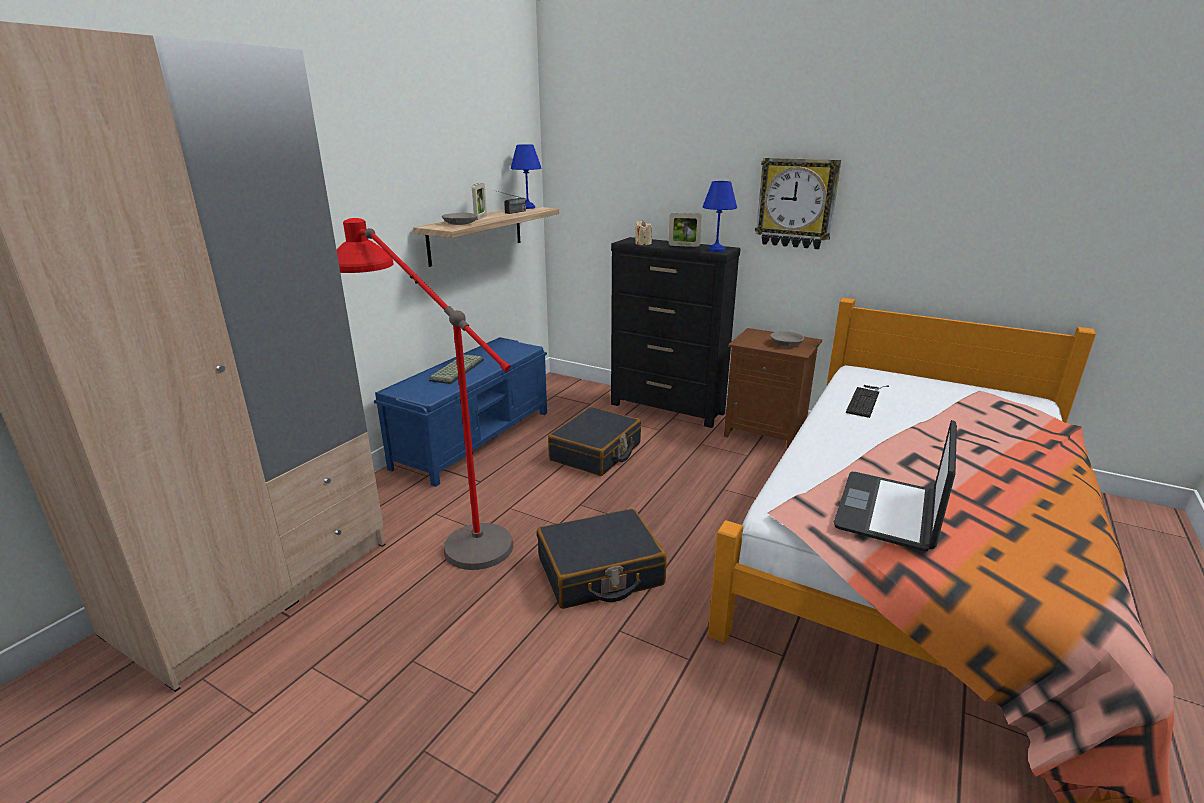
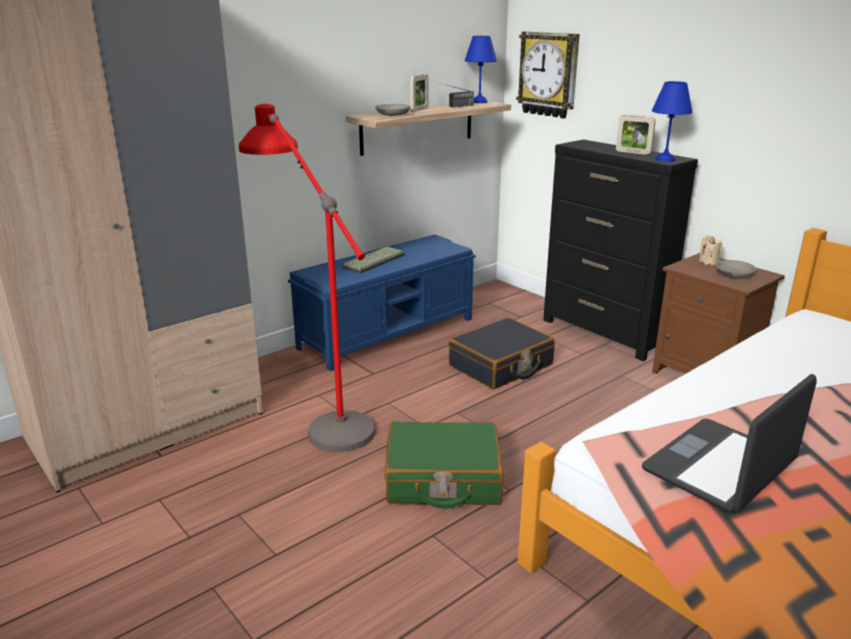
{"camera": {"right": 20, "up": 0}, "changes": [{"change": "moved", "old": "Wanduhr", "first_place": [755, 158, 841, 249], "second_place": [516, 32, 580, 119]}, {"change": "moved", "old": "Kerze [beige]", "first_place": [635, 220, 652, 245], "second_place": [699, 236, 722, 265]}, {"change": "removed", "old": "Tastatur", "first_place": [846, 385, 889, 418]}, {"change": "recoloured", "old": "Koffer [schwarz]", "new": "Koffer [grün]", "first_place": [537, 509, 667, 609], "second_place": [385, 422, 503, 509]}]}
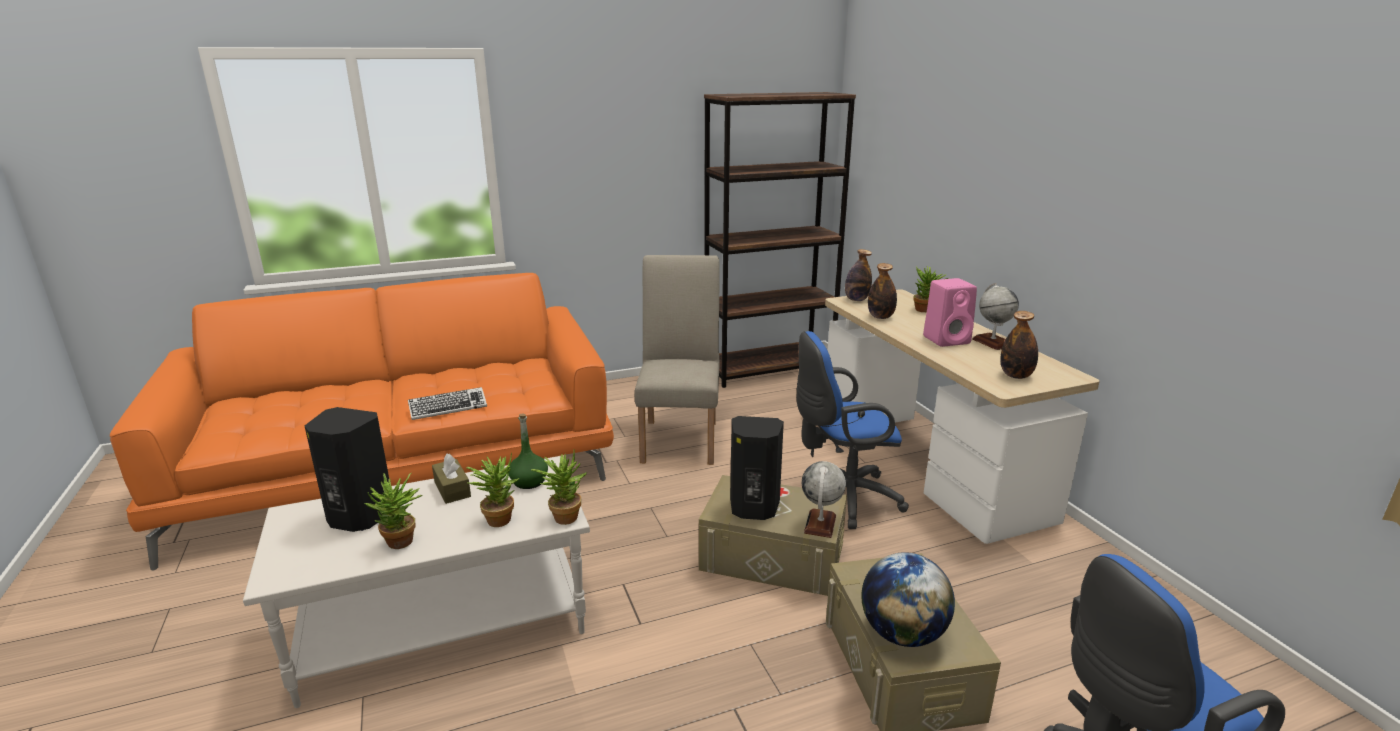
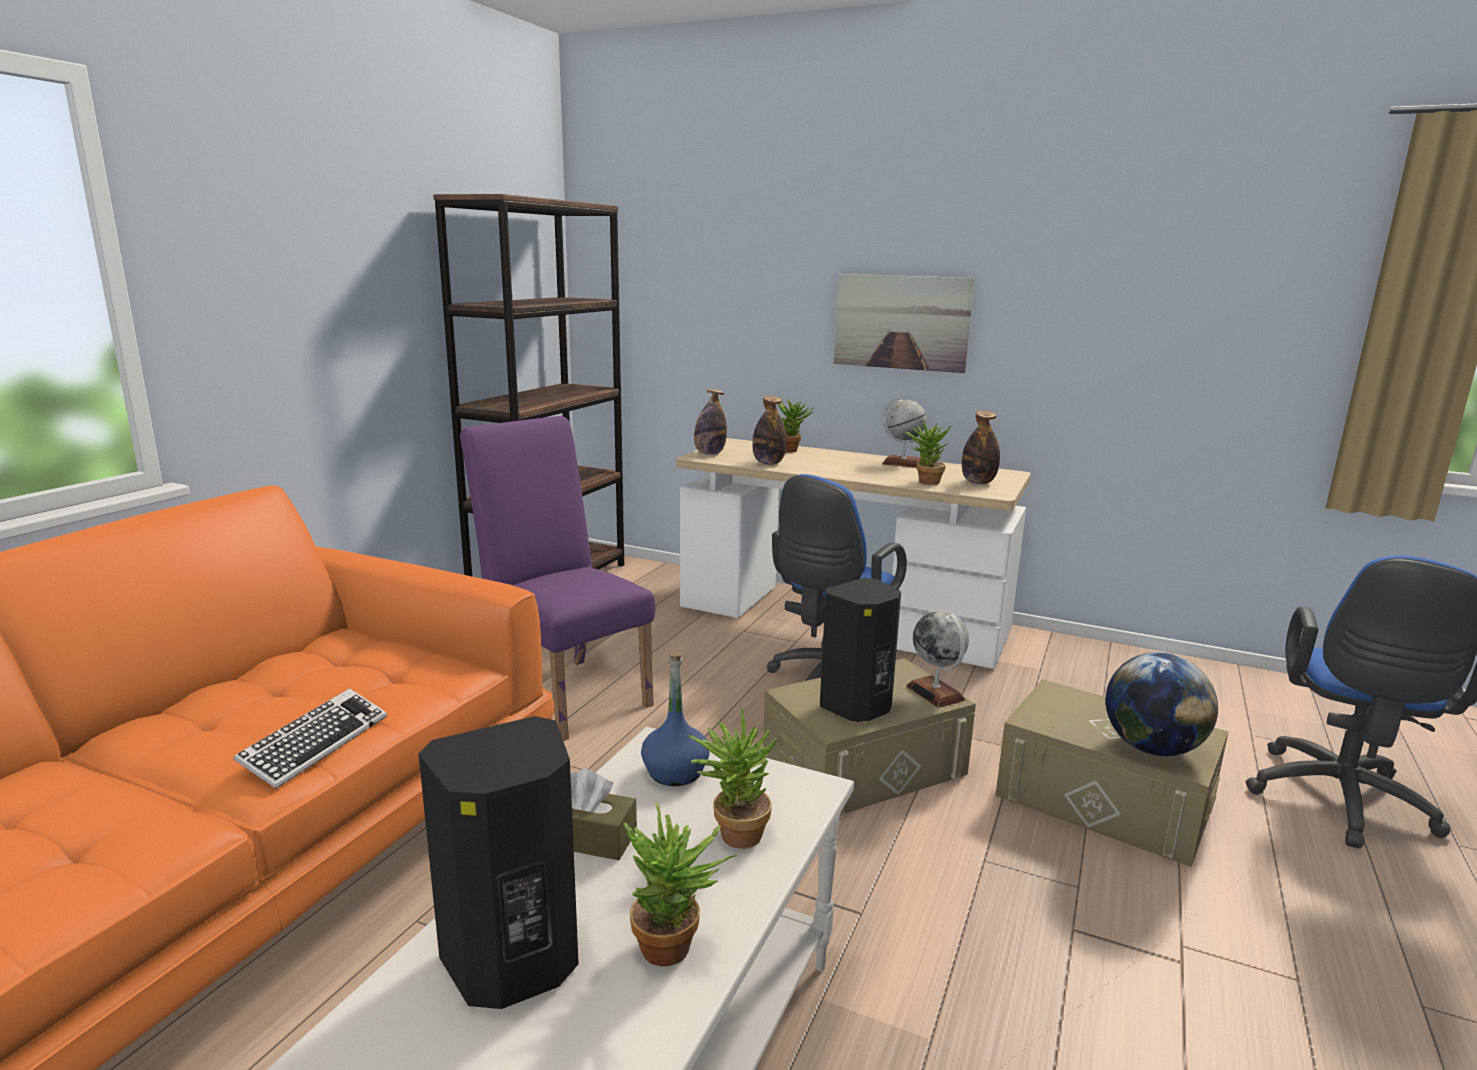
{"camera": {"right": -45, "up": -5}, "changes": [{"change": "recoloured", "old": "Stuhl [beige]", "new": "Stuhl [lila]", "first_place": [635, 255, 720, 465], "second_place": [460, 416, 655, 741]}, {"change": "removed", "old": "Lautsprecher [rosa]", "first_place": [923, 278, 977, 347]}, {"change": "recoloured", "old": "Flasche [grün]", "new": "Flasche [blau]", "first_place": [508, 414, 548, 489], "second_place": [641, 653, 710, 786]}, {"change": "moved", "old": "Topfpflanze", "first_place": [531, 452, 587, 525], "second_place": [904, 420, 952, 485]}, {"change": "added", "new": "Bild", "second_place": [834, 274, 974, 373]}]}
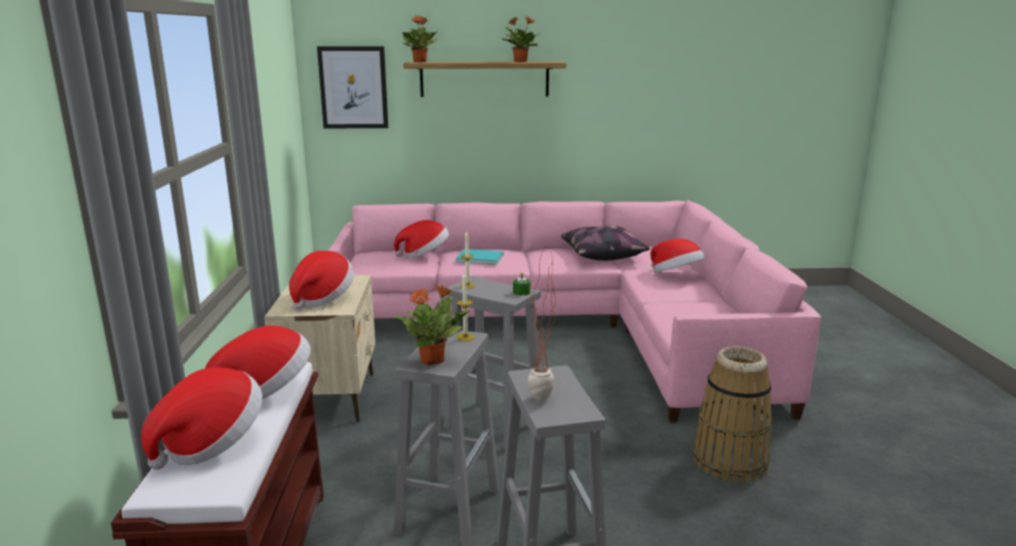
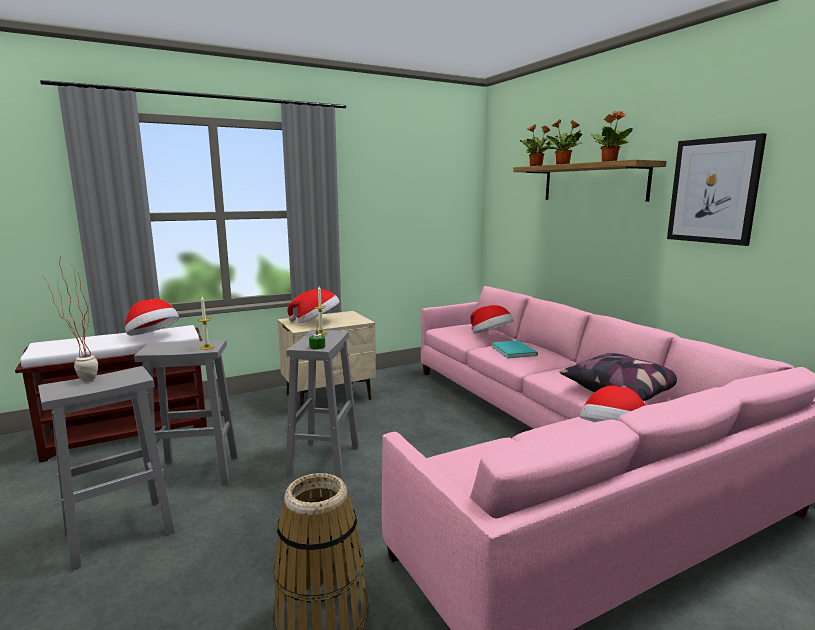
{"camera": {"right": 65, "up": -5}, "changes": [{"change": "moved", "old": "Bild", "first_place": [317, 46, 388, 129], "second_place": [667, 133, 767, 246]}, {"change": "moved", "old": "Topfpflanze", "first_place": [393, 284, 470, 366], "second_place": [547, 119, 583, 165]}, {"change": "removed", "old": "Hut", "first_place": [141, 367, 262, 470]}]}
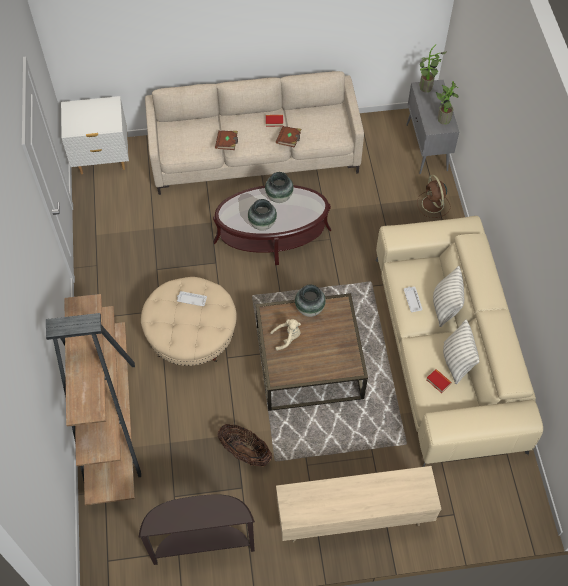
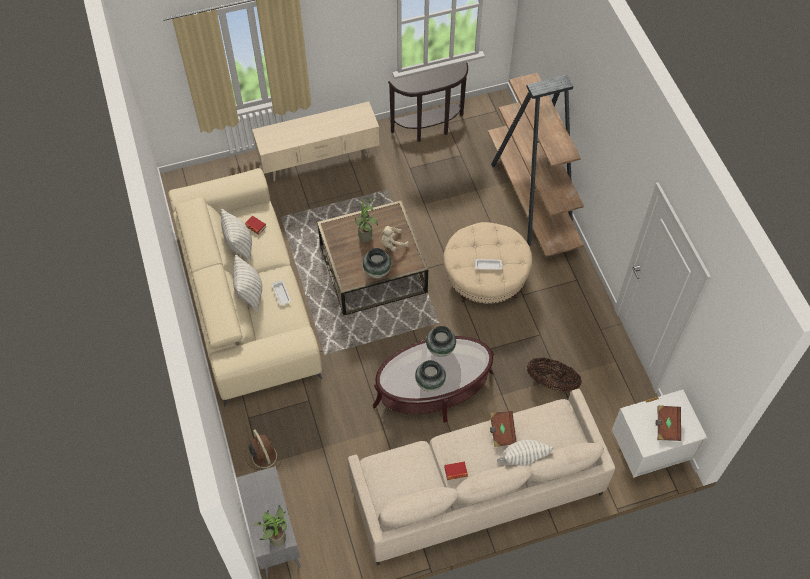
{"camera": {"right": 170, "up": 0}, "changes": [{"change": "moved", "old": "Topfpflanze", "first_place": [436, 81, 458, 125], "second_place": [355, 198, 378, 242]}, {"change": "moved", "old": "Buch [braun]", "first_place": [276, 126, 301, 148], "second_place": [656, 405, 681, 441]}, {"change": "moved", "old": "Korb", "first_place": [217, 424, 272, 467], "second_place": [527, 358, 582, 392]}, {"change": "added", "new": "Kissen", "second_place": [497, 440, 553, 466]}]}
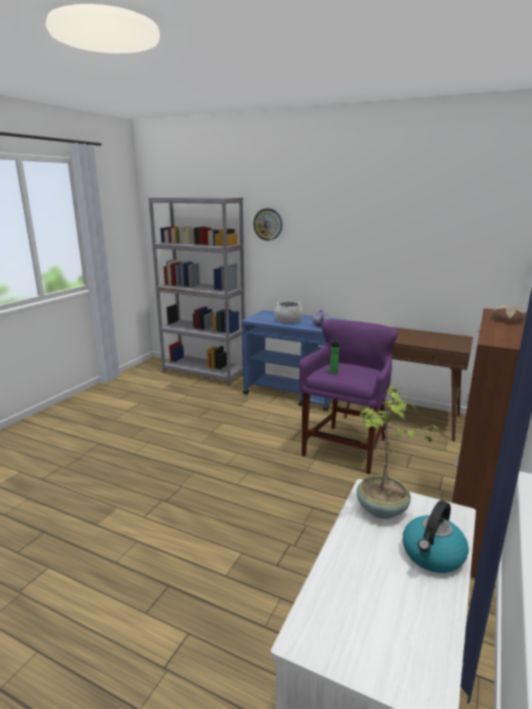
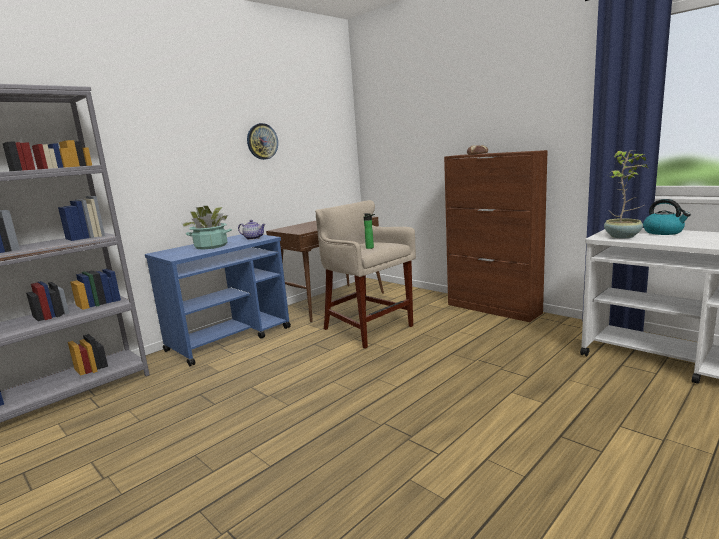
{"camera": {"right": -70, "up": -5}, "changes": [{"change": "moved", "old": "Wanduhr", "first_place": [253, 208, 282, 241], "second_place": [247, 123, 278, 160]}, {"change": "replaced", "old": "Kochtopf", "new": "Topfpflanze", "first_place": [275, 301, 303, 323], "second_place": [182, 206, 232, 250]}, {"change": "recoloured", "old": "Hocker [lila]", "new": "Hocker [beige]", "first_place": [299, 320, 398, 475], "second_place": [315, 200, 416, 349]}]}
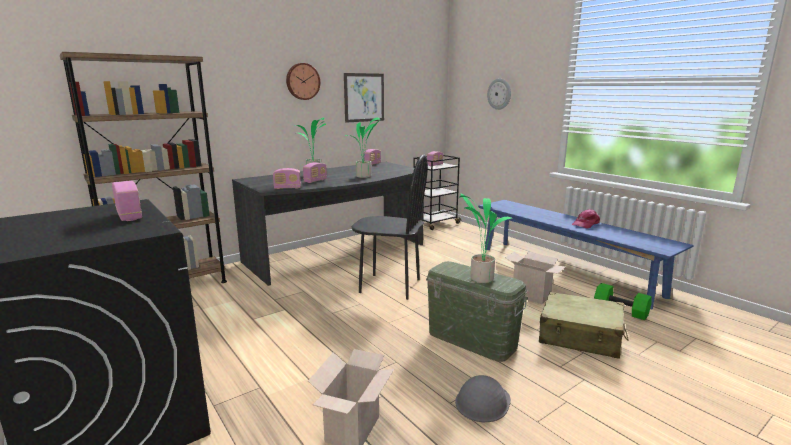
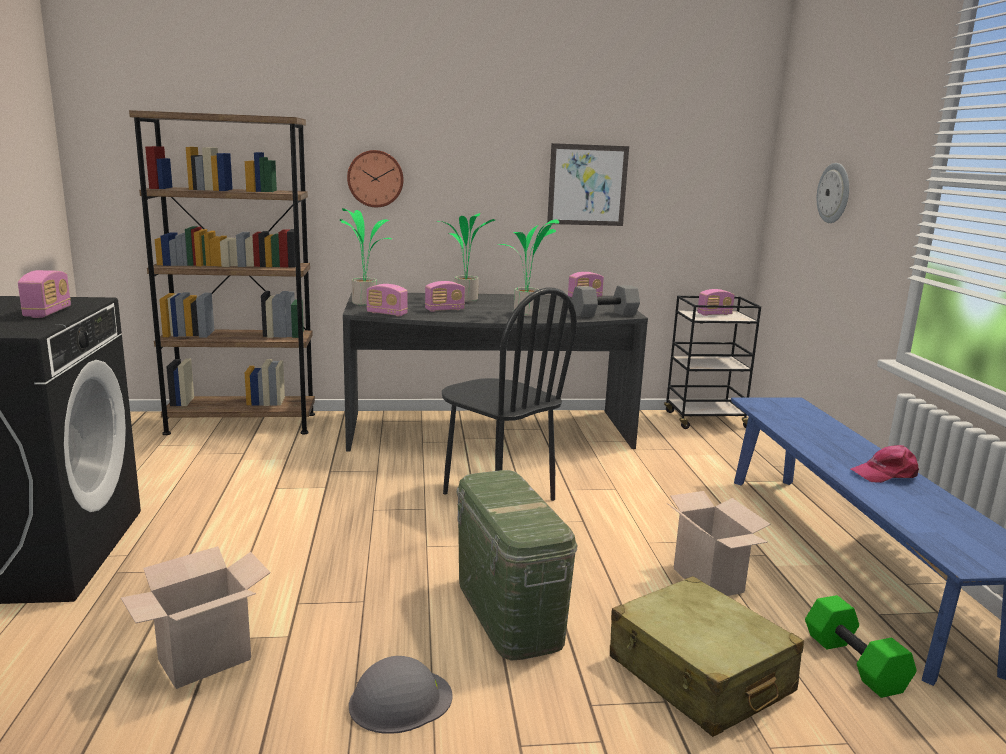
{"camera": {"right": 30, "up": 0}, "changes": [{"change": "moved", "old": "Wanduhr", "first_place": [286, 63, 320, 100], "second_place": [347, 150, 404, 207]}, {"change": "moved", "old": "Topfpflanze", "first_place": [459, 193, 511, 283], "second_place": [340, 208, 393, 306]}, {"change": "added", "new": "Hantel [grau]", "second_place": [572, 285, 640, 317]}]}
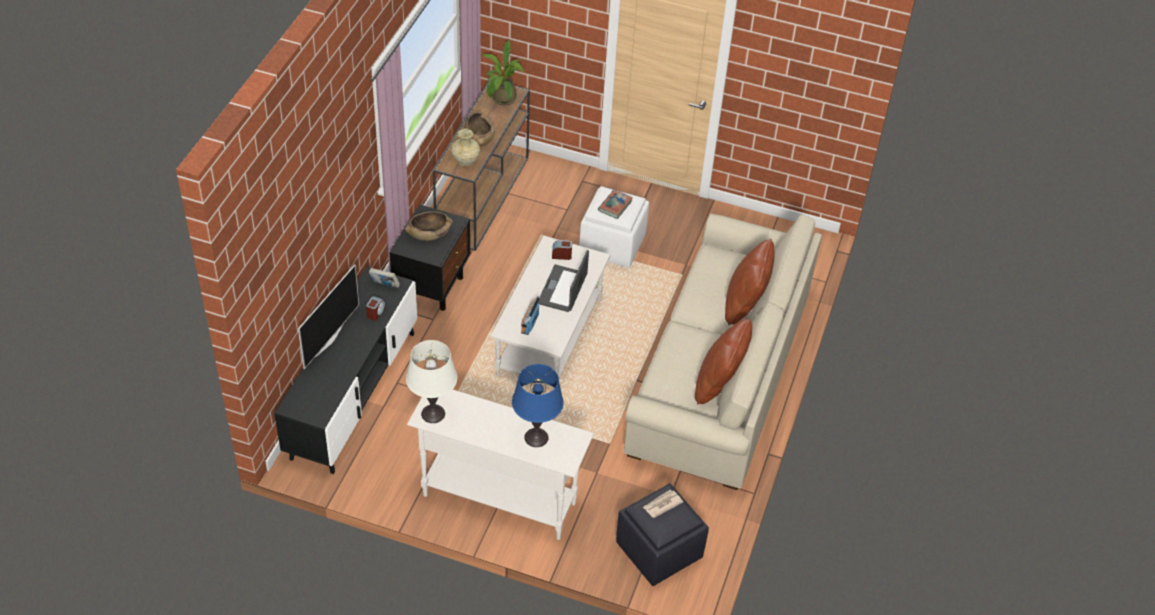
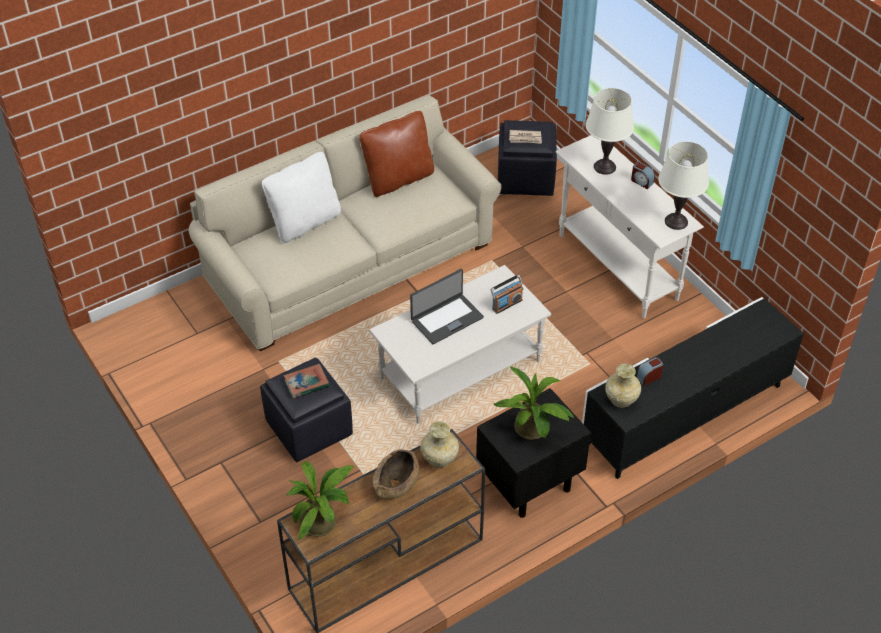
{"camera": {"right": -140, "up": 0}, "changes": [{"change": "recoloured", "old": "Polsterhocker [weiß]", "new": "Polsterhocker [schwarz]", "first_place": [579, 186, 649, 268], "second_place": [260, 358, 353, 462]}, {"change": "replaced", "old": "Schüssel [braun]", "new": "Topfpflanze", "first_place": [405, 211, 453, 241], "second_place": [493, 366, 574, 440]}, {"change": "recoloured", "old": "Kissen [braun]", "new": "Kissen [weiß]", "first_place": [725, 239, 775, 325], "second_place": [262, 152, 341, 244]}, {"change": "moved", "old": "Wecker", "first_place": [552, 240, 572, 260], "second_place": [631, 162, 655, 189]}, {"change": "removed", "old": "Fernseher", "first_place": [298, 264, 359, 369]}, {"change": "replaced", "old": "Buch", "new": "Vase [beige]", "first_place": [369, 268, 400, 288], "second_place": [605, 364, 641, 408]}, {"change": "recoloured", "old": "Tischlampe [blau]", "new": "Tischlampe [weiß]", "first_place": [512, 364, 564, 447], "second_place": [586, 88, 634, 175]}]}
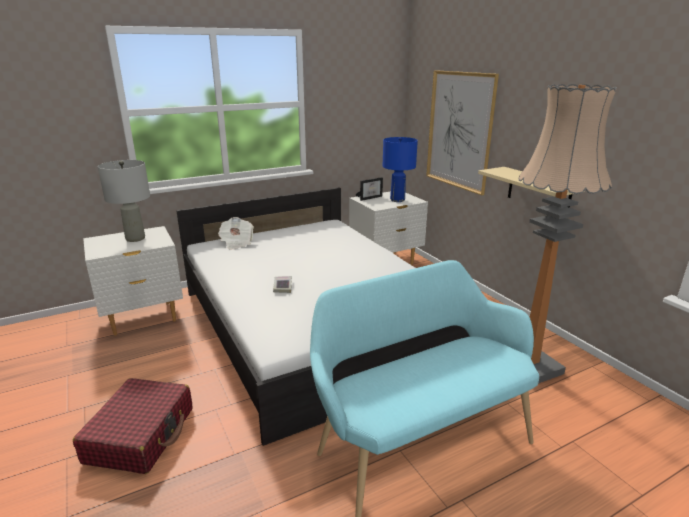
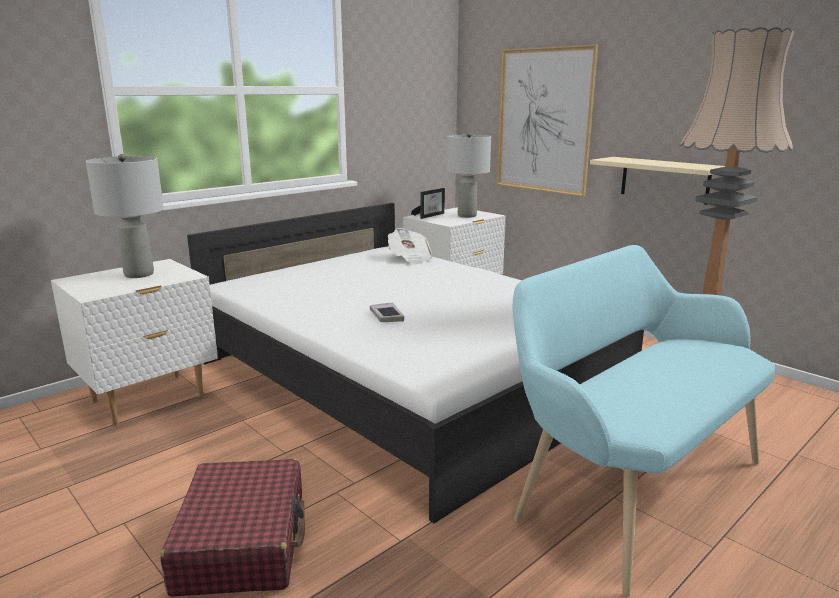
{"camera": {"right": -15, "up": -5}, "changes": [{"change": "recoloured", "old": "Tischlampe [blau]", "new": "Tischlampe [grau]", "first_place": [383, 137, 418, 202], "second_place": [447, 132, 491, 218]}, {"change": "moved", "old": "Zeitung", "first_place": [218, 217, 254, 250], "second_place": [388, 228, 432, 265]}]}
